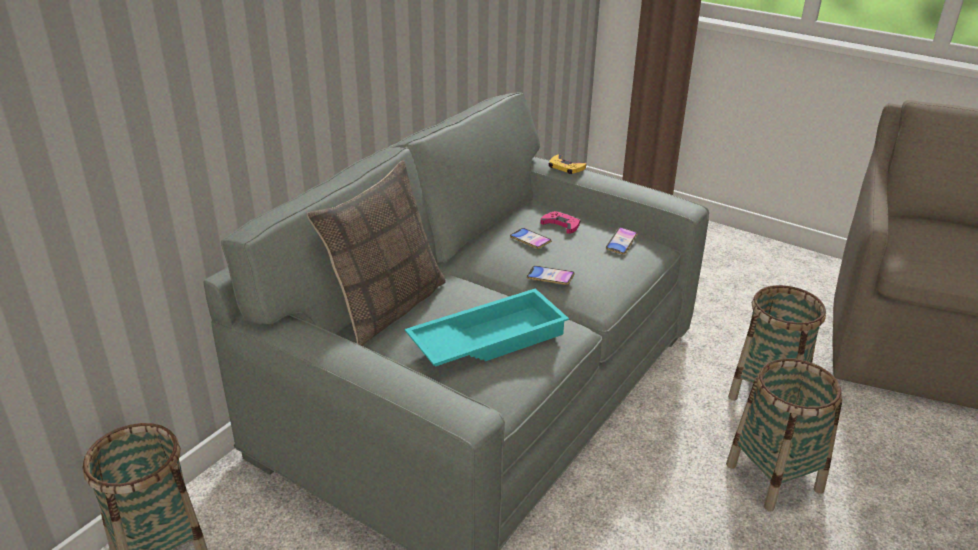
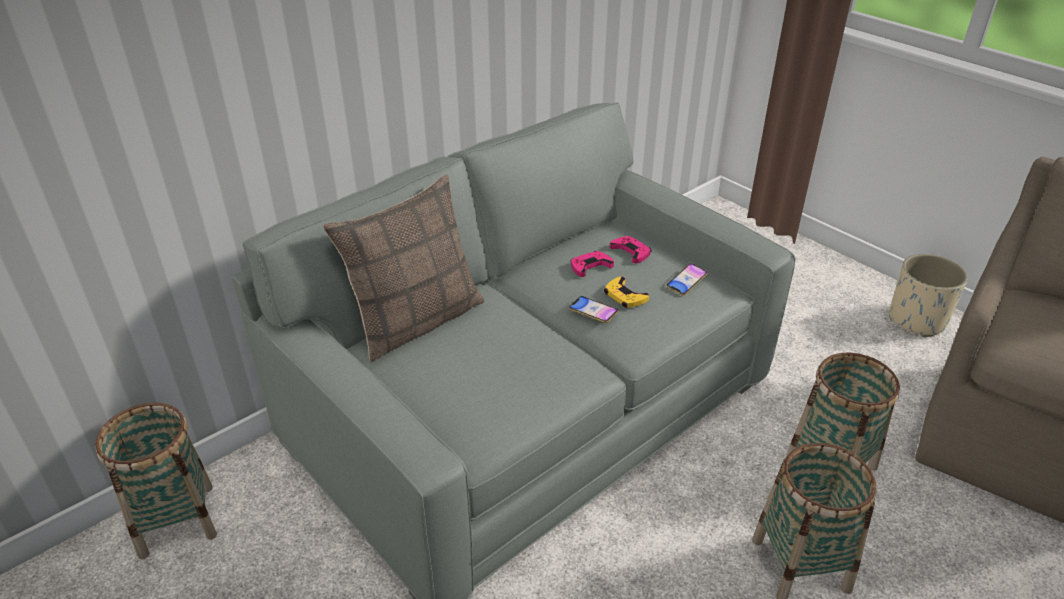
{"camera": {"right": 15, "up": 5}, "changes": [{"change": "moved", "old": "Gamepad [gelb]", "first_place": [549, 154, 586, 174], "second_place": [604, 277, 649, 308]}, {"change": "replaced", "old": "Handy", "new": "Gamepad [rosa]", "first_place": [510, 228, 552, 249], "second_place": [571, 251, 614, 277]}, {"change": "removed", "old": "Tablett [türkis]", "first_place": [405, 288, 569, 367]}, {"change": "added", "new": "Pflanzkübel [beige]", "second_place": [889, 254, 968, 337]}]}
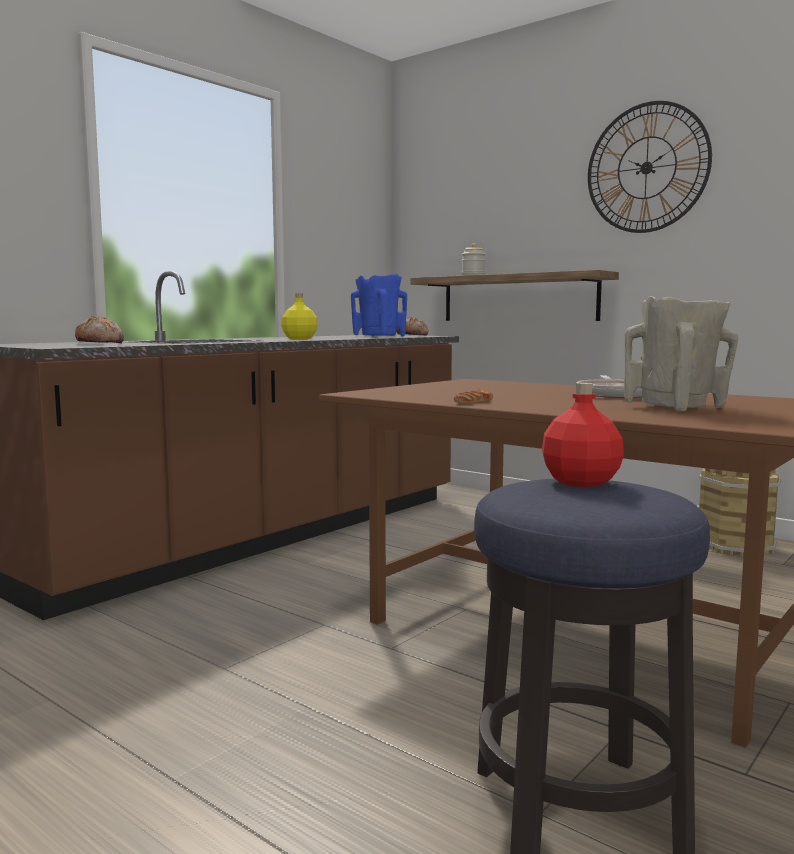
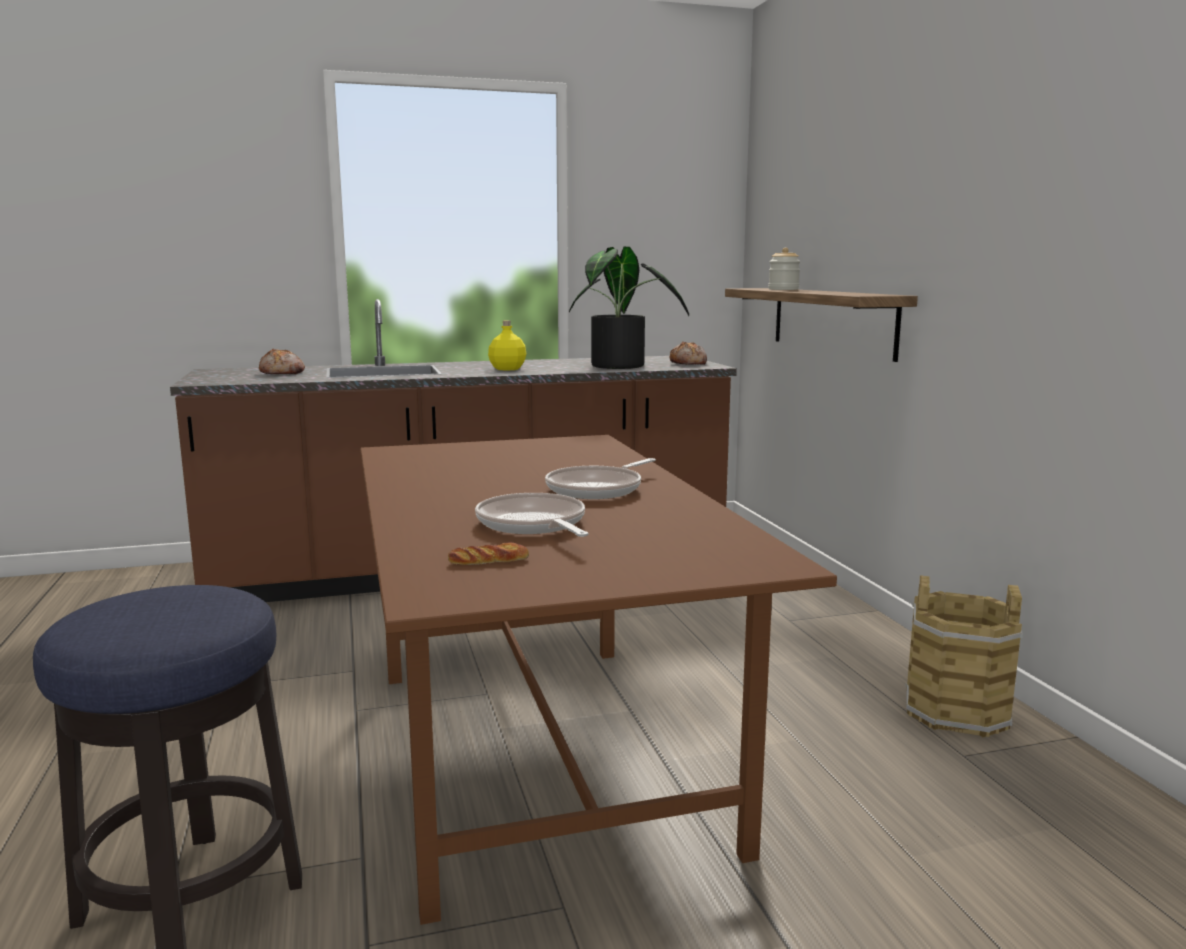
{"camera": {"right": 35, "up": 5}, "changes": [{"change": "removed", "old": "Wanduhr", "first_place": [588, 101, 712, 233]}, {"change": "replaced", "old": "Vase [blau]", "new": "Topfpflanze", "first_place": [351, 274, 407, 337], "second_place": [569, 246, 689, 369]}, {"change": "replaced", "old": "Vase [beige]", "new": "Pfanne", "first_place": [624, 296, 738, 412], "second_place": [475, 493, 589, 537]}, {"change": "removed", "old": "Flasche [rot]", "first_place": [542, 382, 624, 487]}, {"change": "moved", "old": "Brot", "first_place": [454, 389, 493, 403], "second_place": [448, 542, 529, 565]}]}
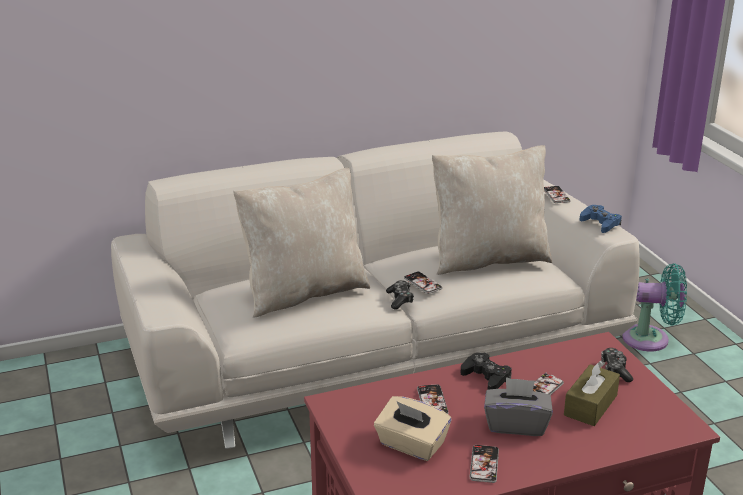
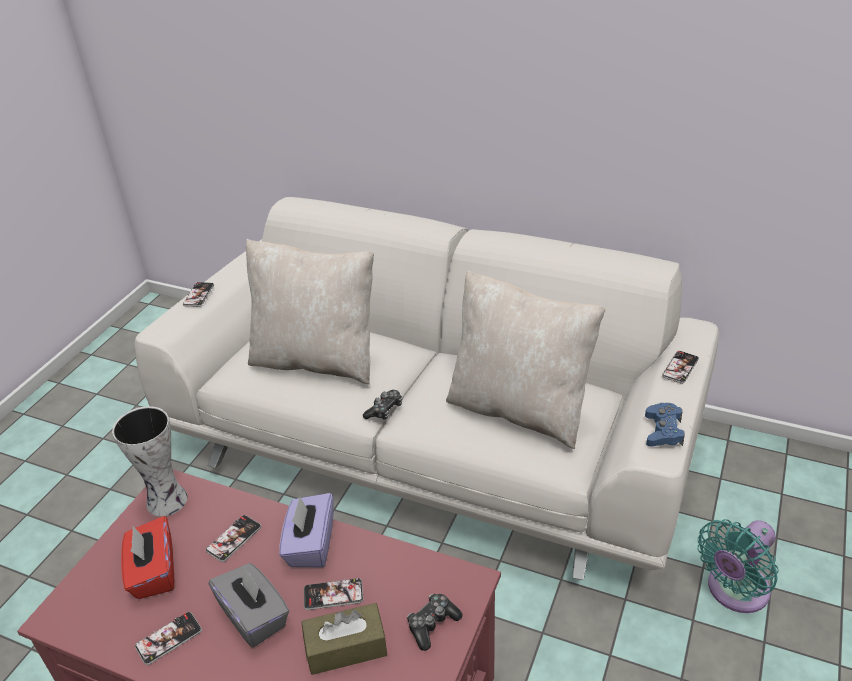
{"camera": {"right": 45, "up": 10}, "changes": [{"change": "turned", "old": "Ventilator [türkis]", "first_place": [622, 263, 687, 351], "second_place": [697, 519, 779, 613], "degrees": 90}, {"change": "moved", "old": "Handy", "first_place": [404, 271, 442, 294], "second_place": [183, 282, 214, 307]}, {"change": "replaced", "old": "Gamepad [schwarz]", "new": "Taschentuchbox [lila]", "first_place": [461, 353, 512, 390], "second_place": [279, 493, 334, 567]}, {"change": "recoloured", "old": "Taschentuchbox [beige]", "new": "Taschentuchbox [rot]", "first_place": [374, 396, 451, 461], "second_place": [121, 516, 174, 599]}, {"change": "added", "new": "Vase", "second_place": [112, 406, 188, 517]}]}
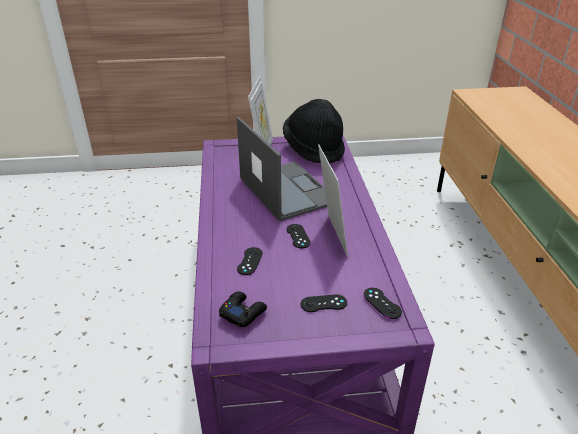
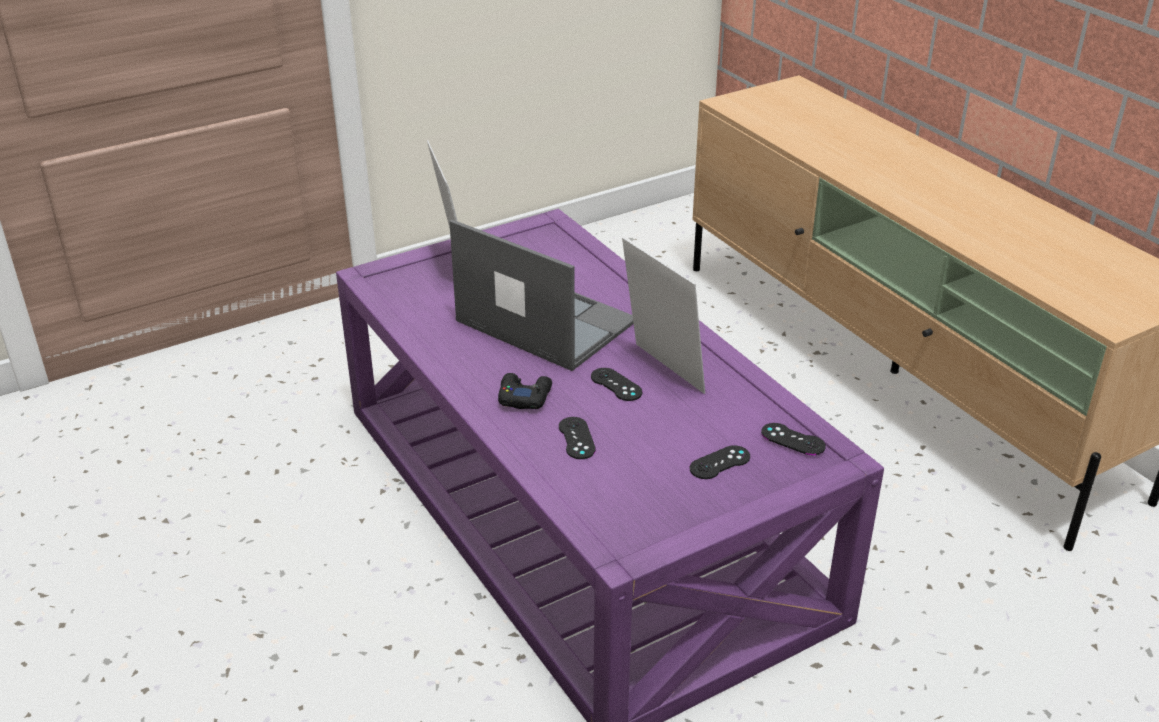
{"camera": {"right": -25, "up": 0}, "changes": [{"change": "removed", "old": "Hut [schwarz]", "first_place": [283, 99, 345, 163]}, {"change": "moved", "old": "Gamepad [schwarz]", "first_place": [219, 291, 267, 327], "second_place": [498, 373, 552, 409]}]}
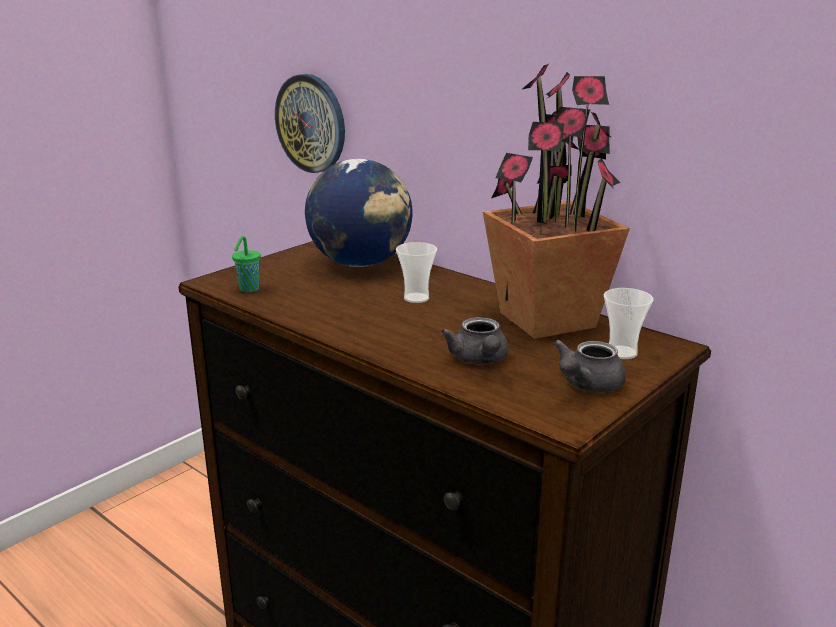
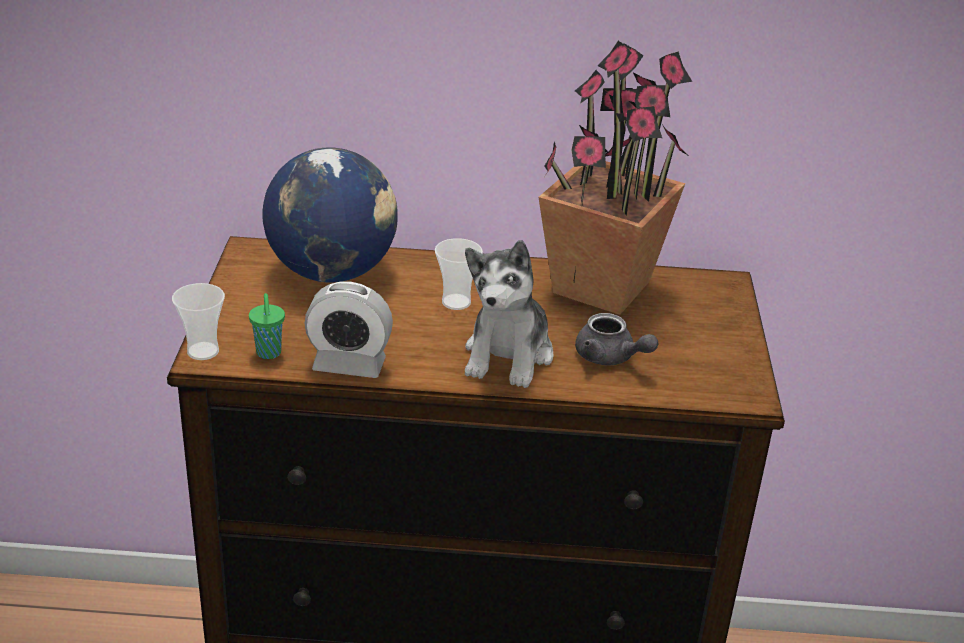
{"camera": {"right": -40, "up": 10}, "changes": [{"change": "removed", "old": "Wanduhr", "first_place": [275, 74, 345, 173]}, {"change": "moved", "old": "Tasse", "first_place": [604, 288, 653, 359], "second_place": [172, 283, 225, 360]}, {"change": "removed", "old": "Teekanne [grau]", "first_place": [553, 340, 626, 393]}, {"change": "added", "new": "Plüschtier", "second_place": [465, 240, 553, 388]}, {"change": "added", "new": "Wecker", "second_place": [305, 282, 393, 378]}]}
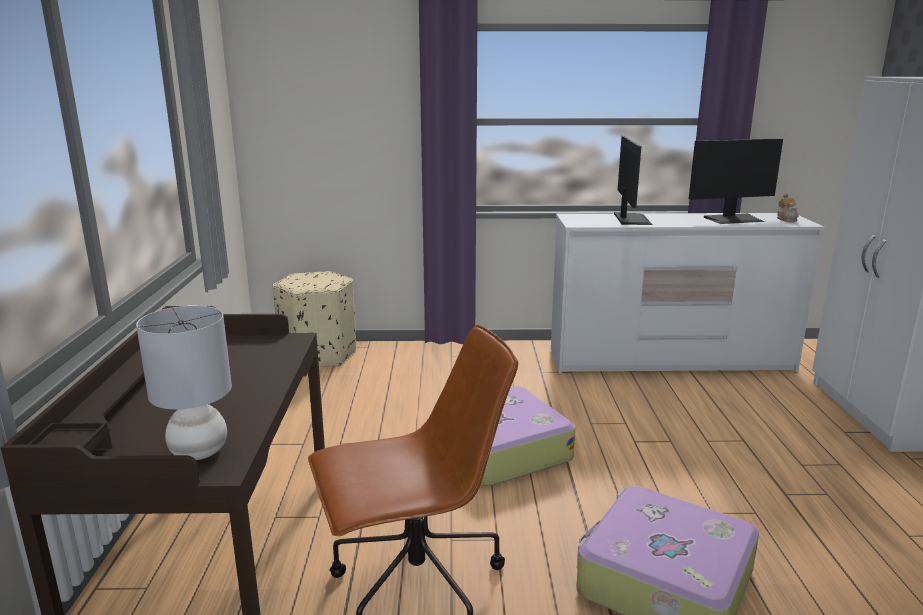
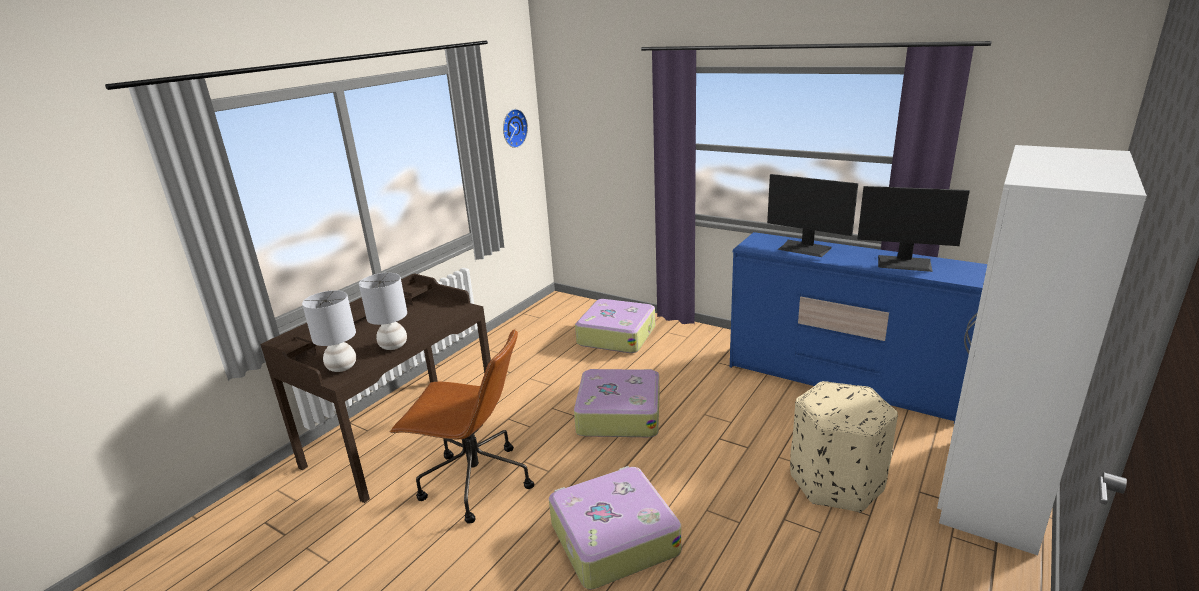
{"camera": {"right": 35, "up": 5}, "changes": [{"change": "turned", "old": "Monitor", "first_place": [614, 136, 653, 225], "second_place": [767, 174, 858, 257], "degrees": 90}, {"change": "removed", "old": "Teekanne", "first_place": [777, 193, 799, 222]}, {"change": "recoloured", "old": "Kommode [weiß]", "new": "Kommode [blau]", "first_place": [551, 213, 824, 374], "second_place": [730, 232, 988, 424]}, {"change": "moved", "old": "Polsterhocker [beige]", "first_place": [272, 271, 356, 367], "second_place": [790, 381, 898, 512]}, {"change": "added", "new": "Wanduhr", "second_place": [503, 109, 528, 148]}, {"change": "added", "new": "Tischlampe [grau]", "second_place": [359, 273, 407, 350]}, {"change": "added", "new": "Koffer", "second_place": [575, 299, 655, 353]}]}
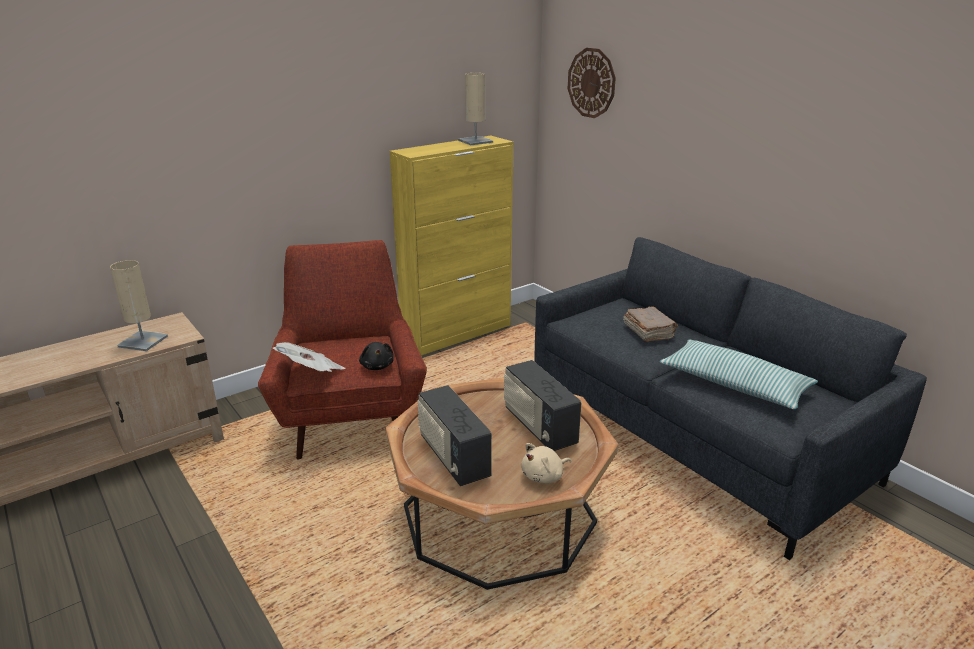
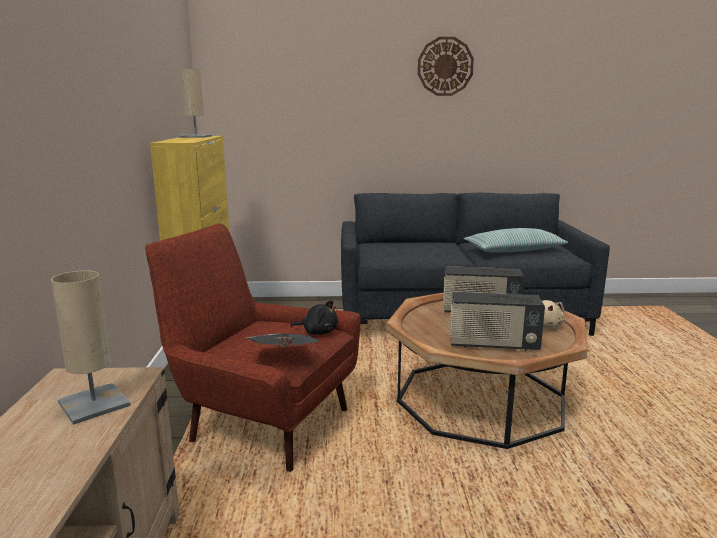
{"camera": {"right": -55, "up": -10}, "changes": [{"change": "moved", "old": "Wanduhr", "first_place": [568, 48, 616, 118], "second_place": [418, 37, 474, 96]}, {"change": "removed", "old": "Buch [braun]", "first_place": [623, 306, 678, 342]}]}
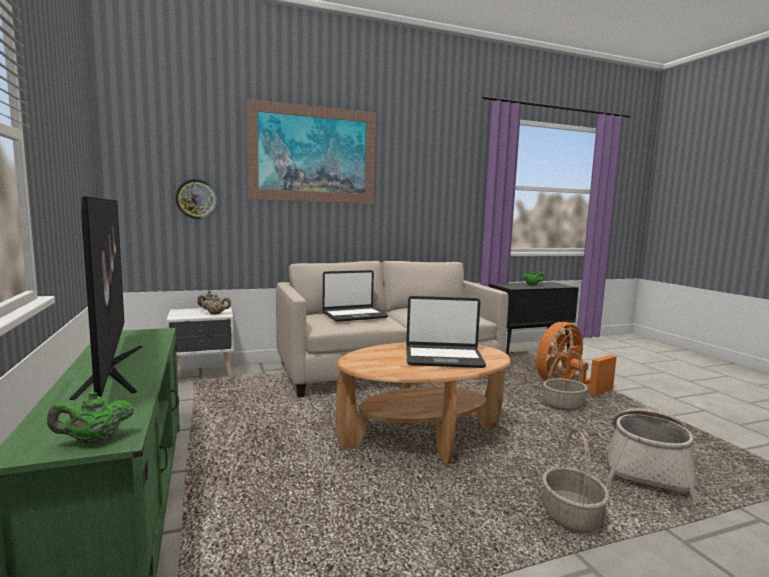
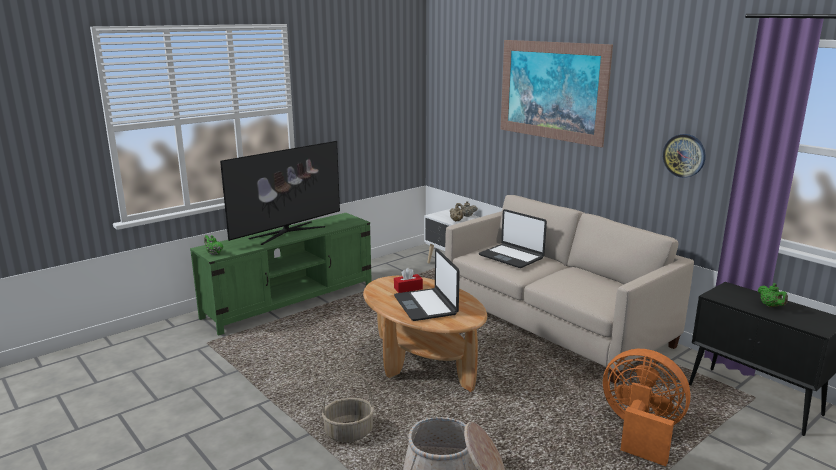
{"camera": {"right": 70, "up": 10}, "changes": [{"change": "moved", "old": "Wanduhr", "first_place": [175, 179, 218, 219], "second_place": [663, 134, 706, 178]}, {"change": "removed", "old": "Korb", "first_place": [543, 350, 588, 411]}, {"change": "added", "new": "Taschentuchbox [rot]", "second_place": [394, 268, 423, 293]}]}
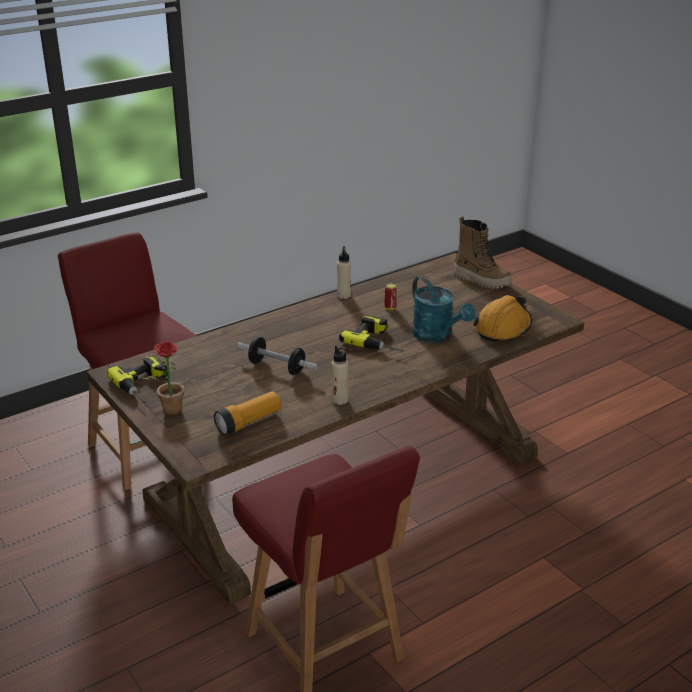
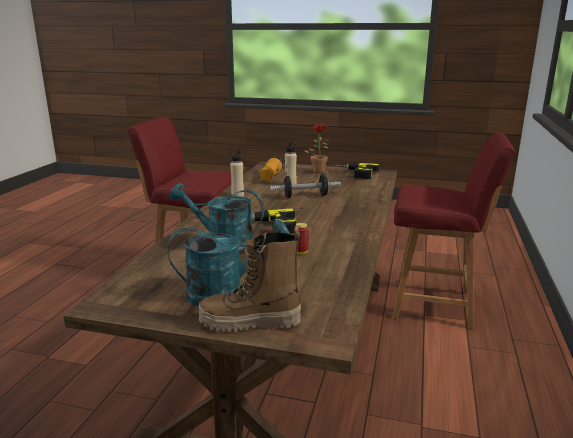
{"camera": {"right": 140, "up": -10}, "changes": [{"change": "moved", "old": "Flasche [beige]", "first_place": [337, 246, 351, 299], "second_place": [285, 141, 297, 185]}, {"change": "removed", "old": "Schutzhelm [orange]", "first_place": [473, 295, 532, 342]}, {"change": "added", "new": "Gießkanne [türkis]", "second_place": [168, 219, 290, 306]}]}
